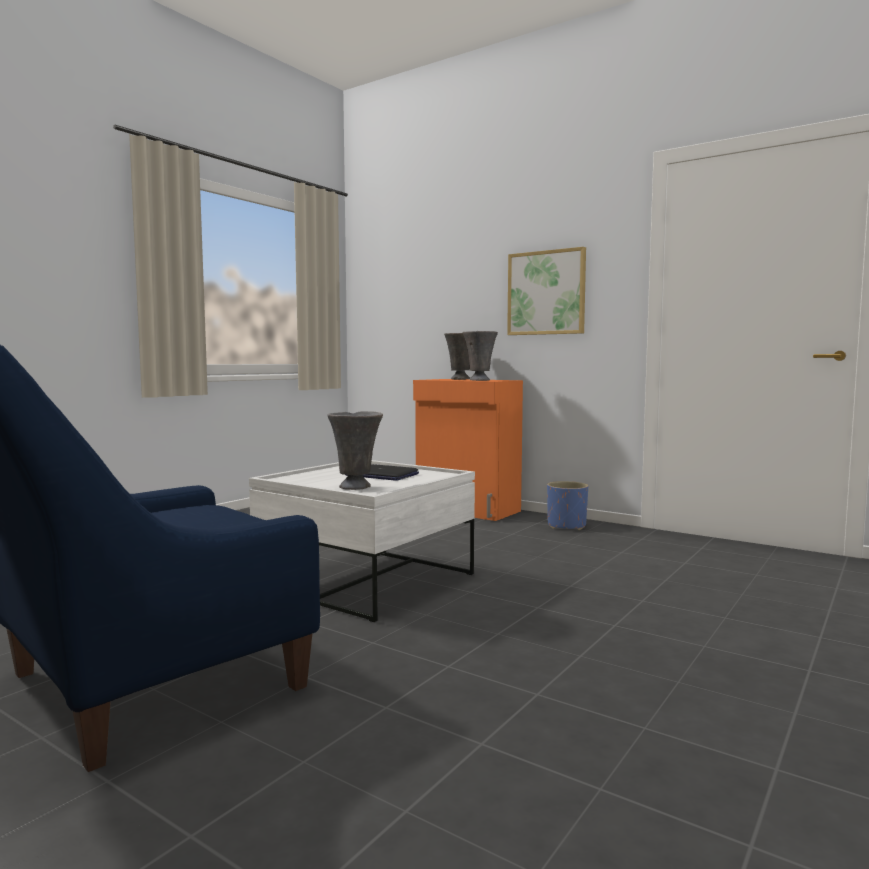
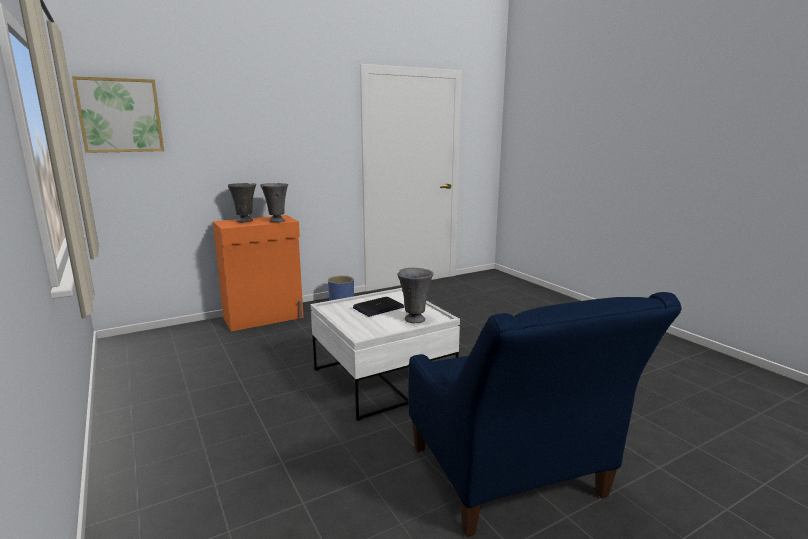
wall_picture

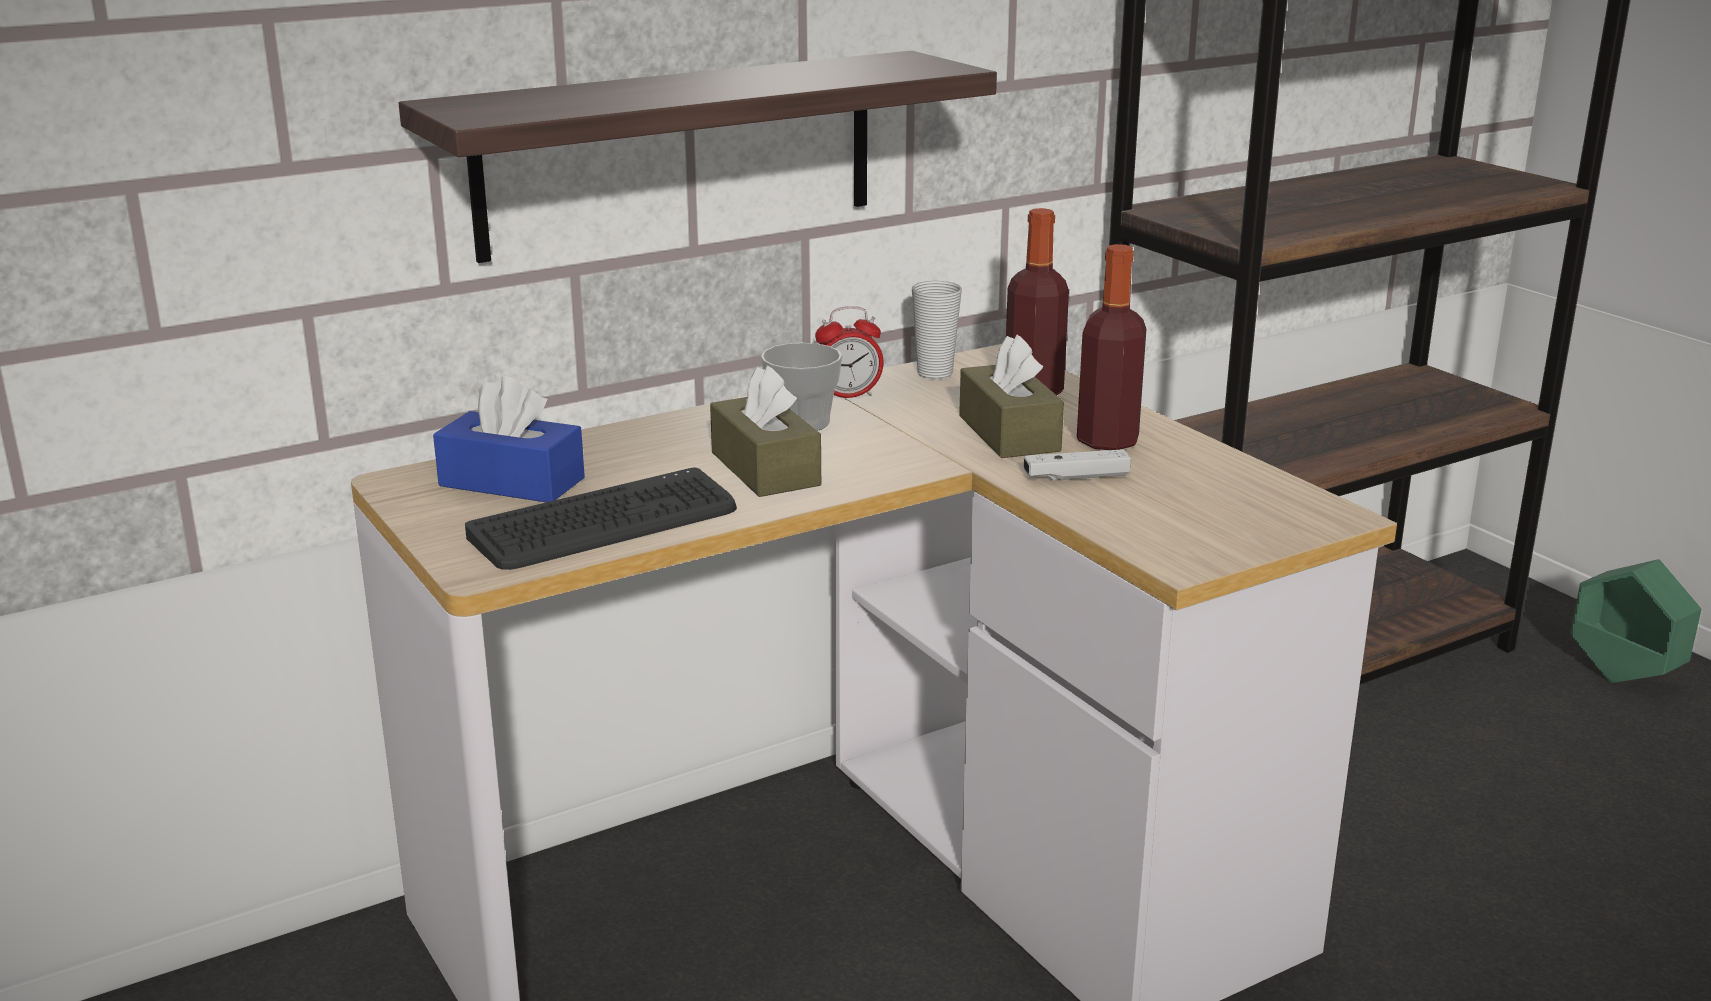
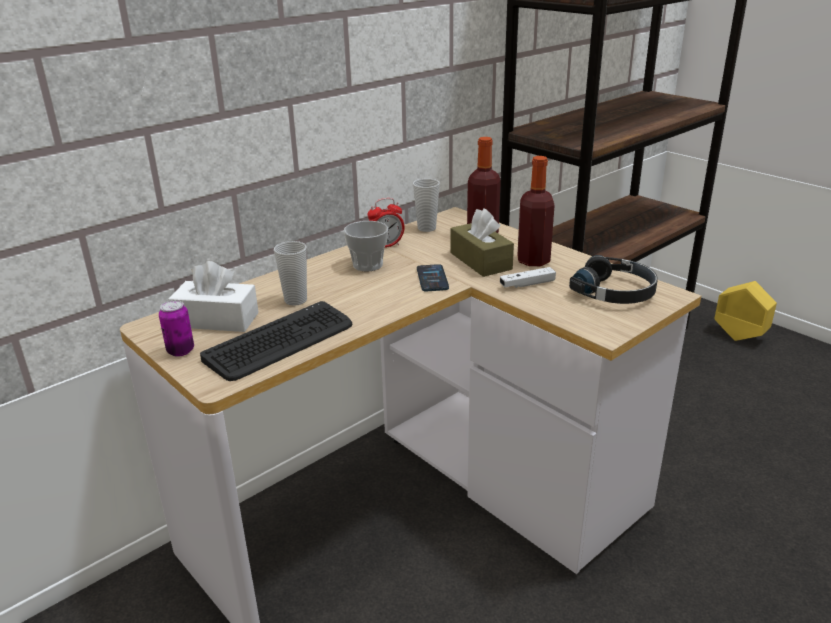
wall_shelf
brown-coloured_tissue_box (1st from left in the first image)
whitish_tissue_box
yellow-coloured_plant_pot
drinking_cup (1st from left)
black_headset
handset
can

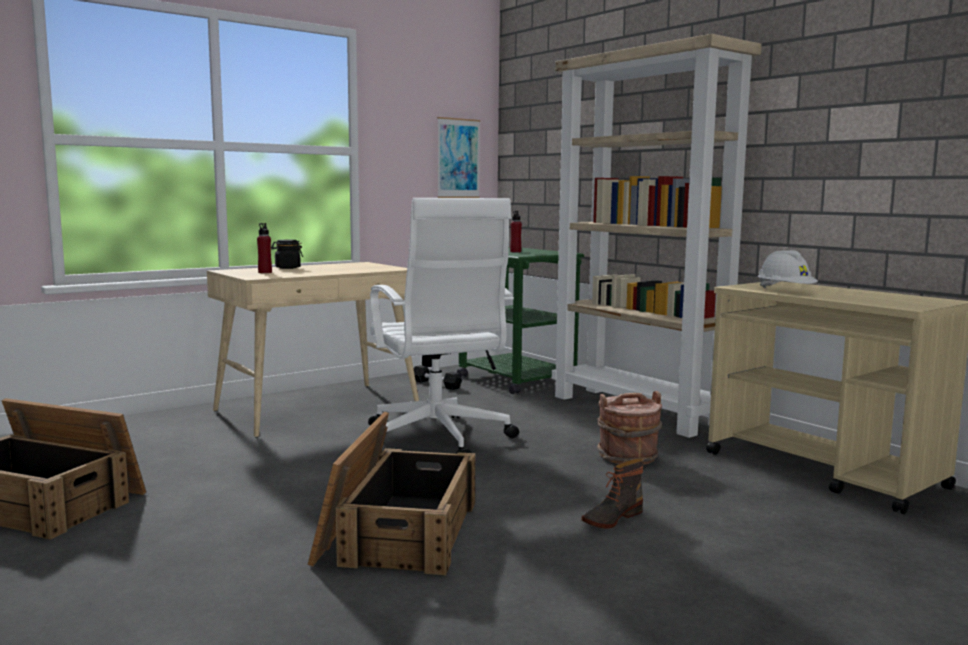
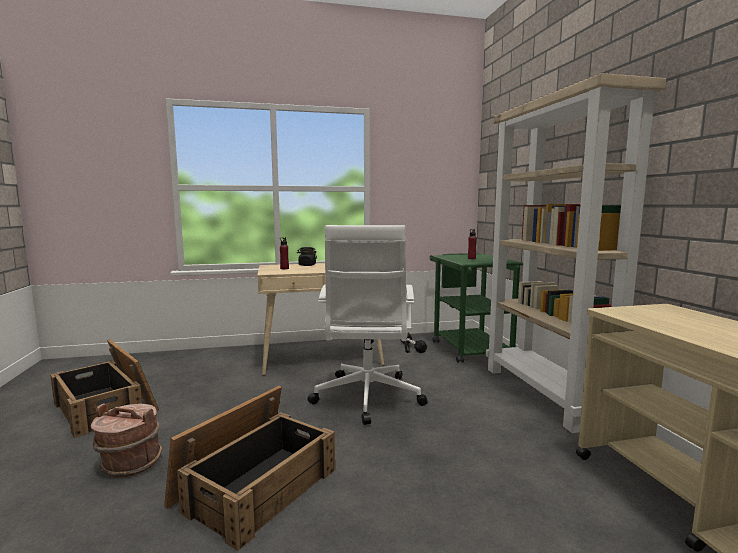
wall_picture
whitish_safety_helmet
brown-coloured_bucket
high-top_boot

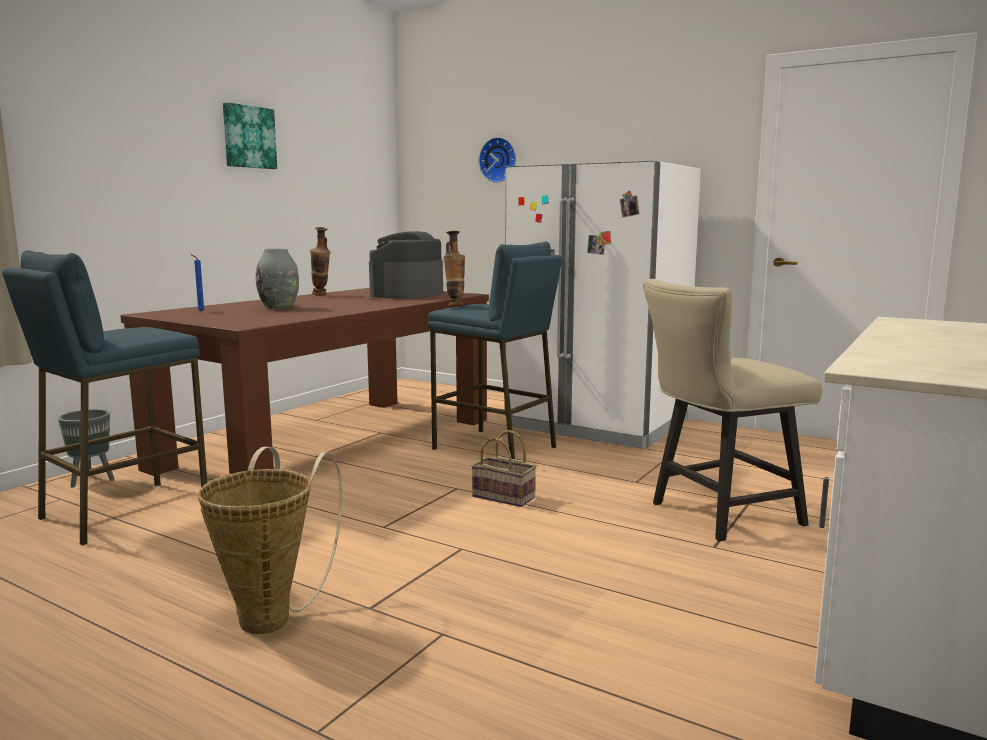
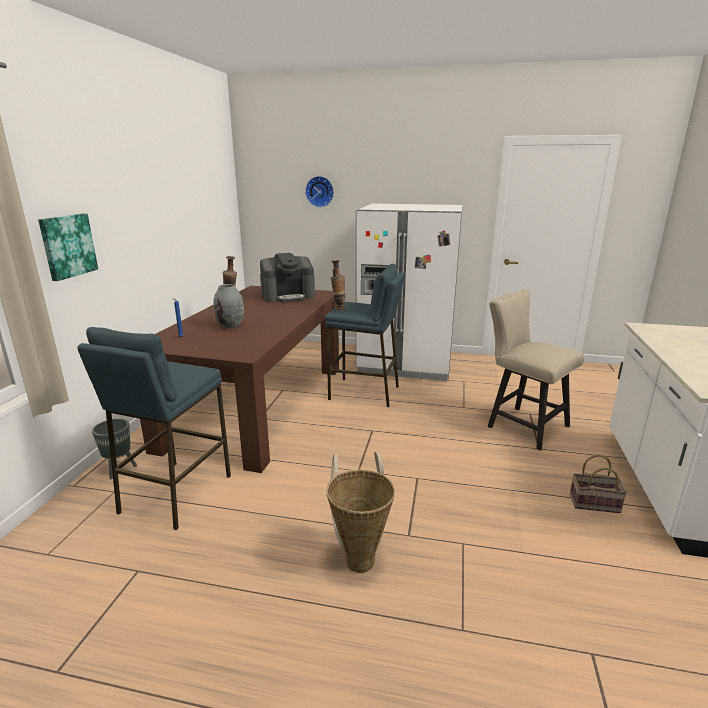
wall_picture
coffee_maker
beige-coloured_plain_chair
storage_basket (2nd from left)

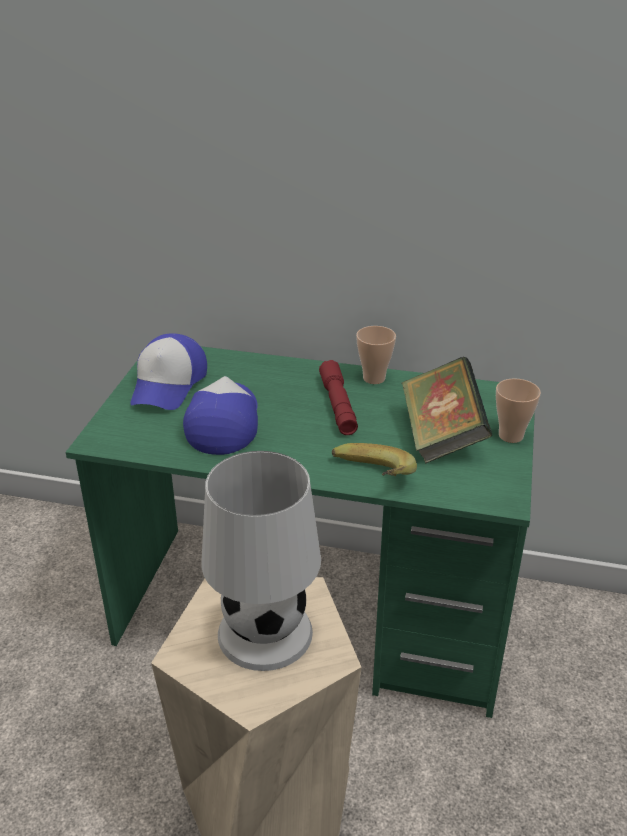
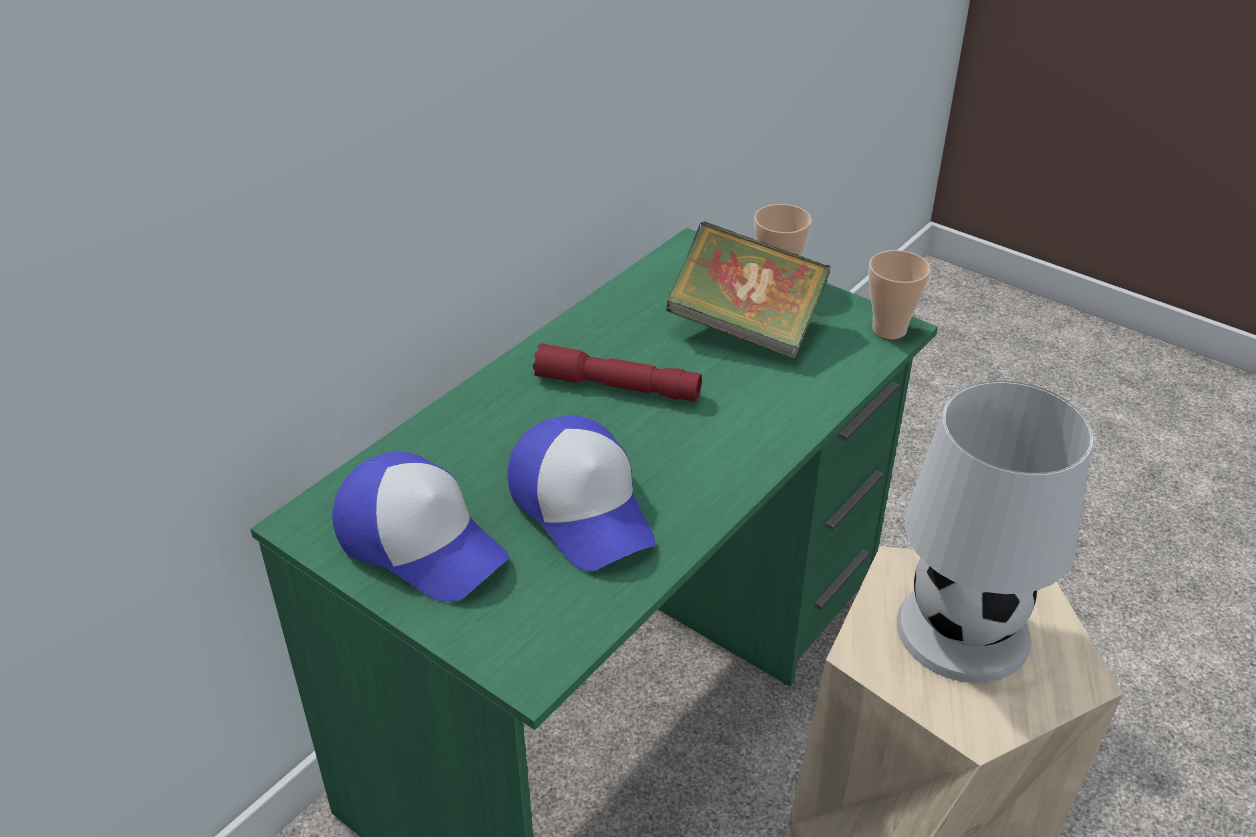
drinking_cup (2nd from left)
cap (2nd from left)
banana

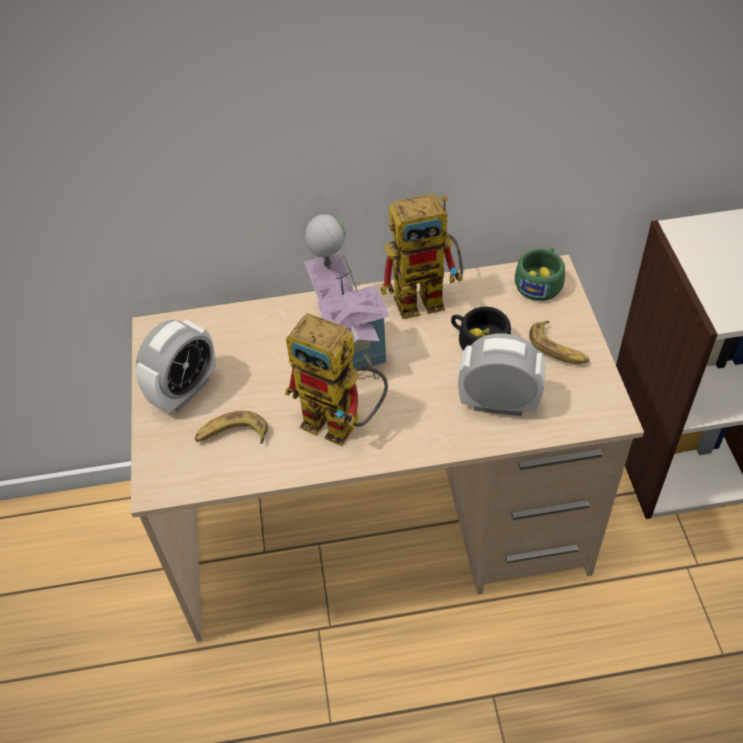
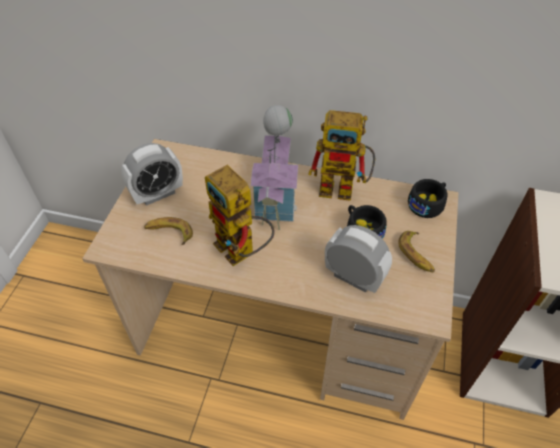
black_drinking_cup (2nd from left)

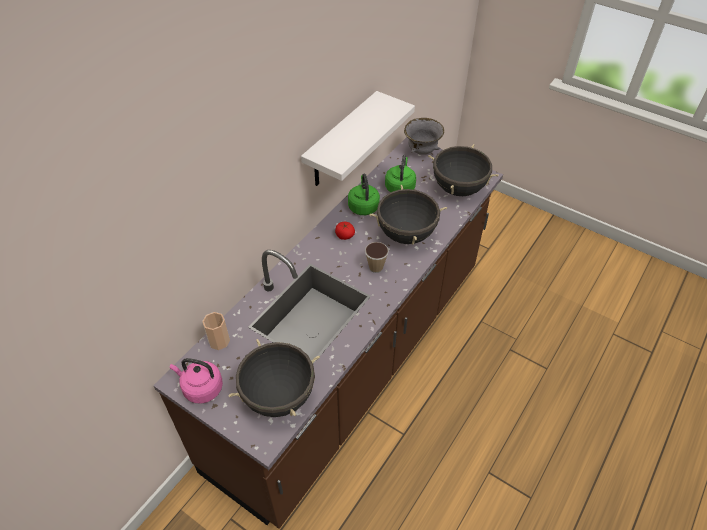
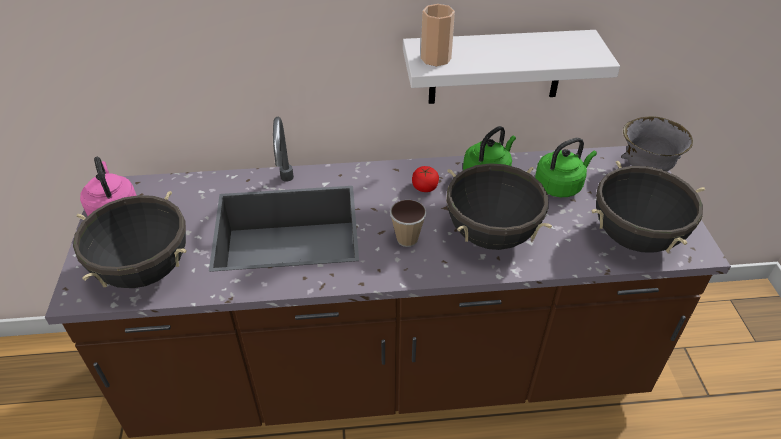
drinking_cup (2nd from left)

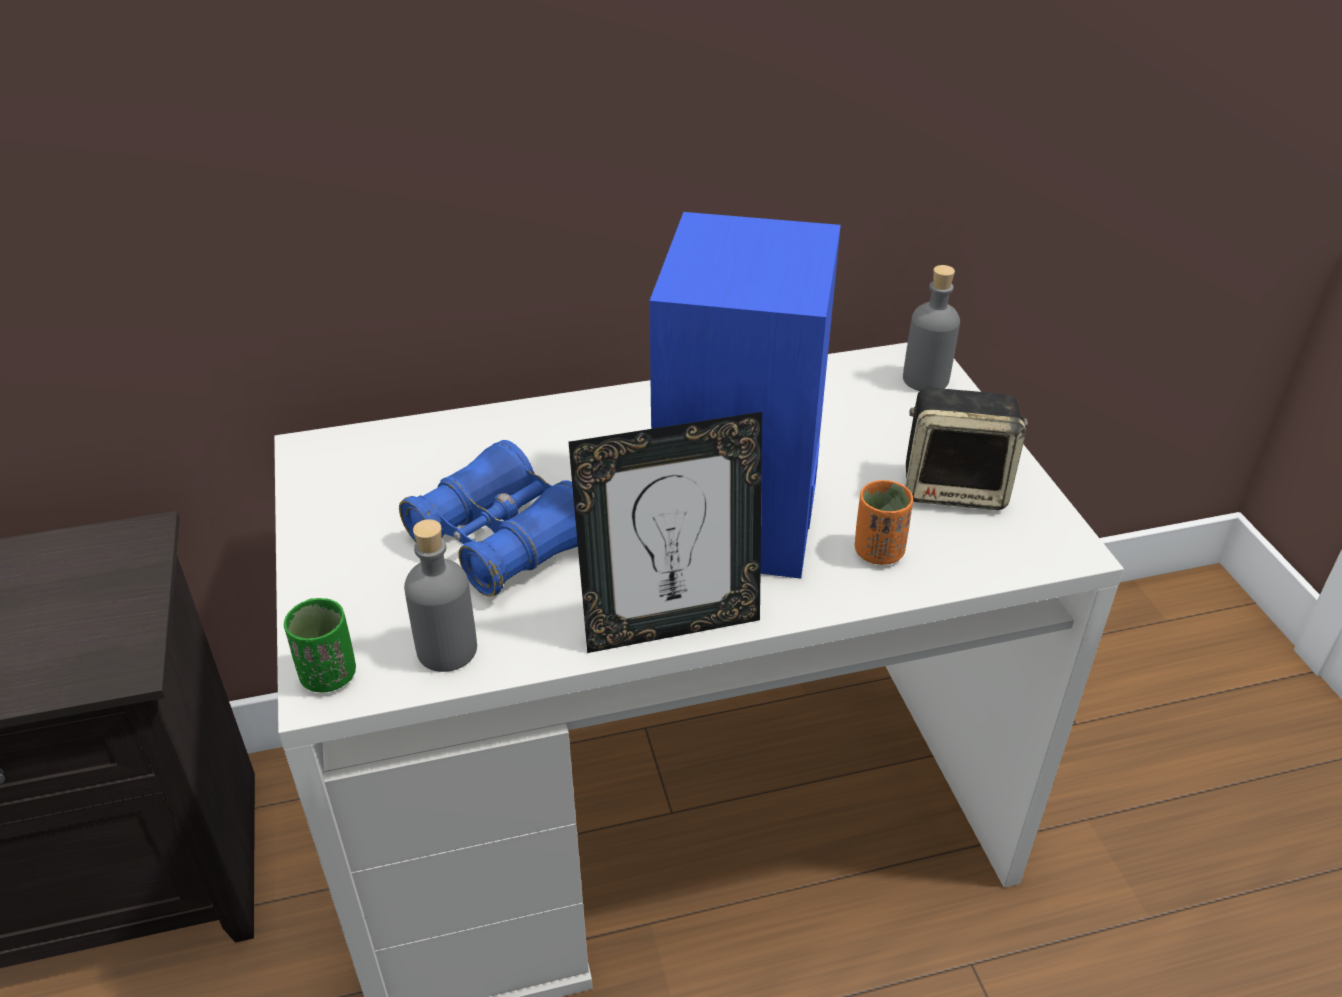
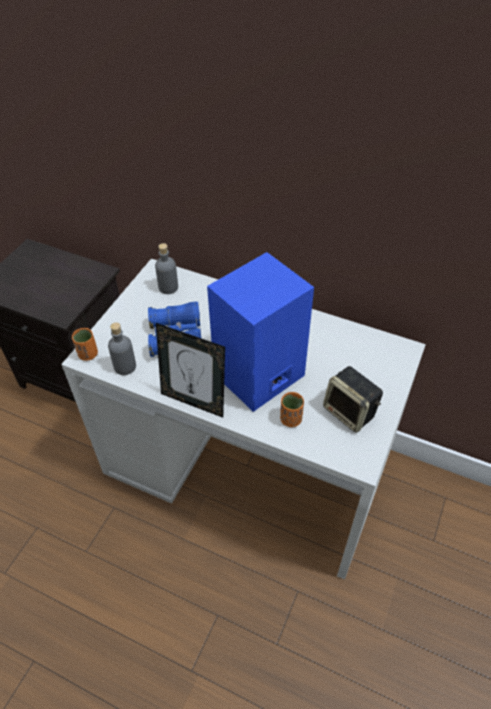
gray_bottle (2nd from left)
orange-coloured_drinking_cup (1st from left)

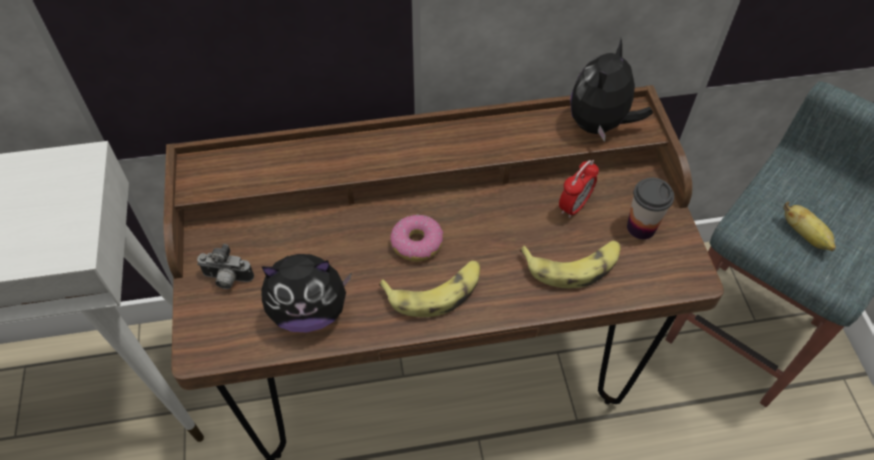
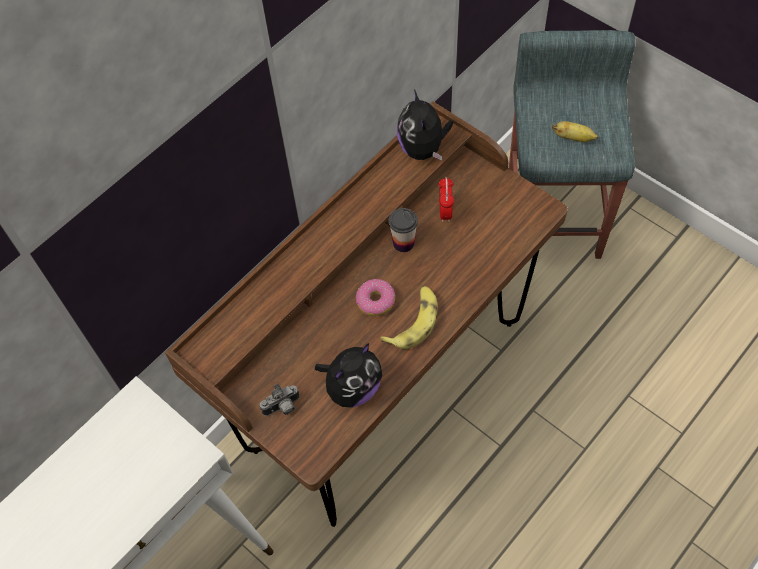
drinking_cup
banana (2nd from left in the first image)

